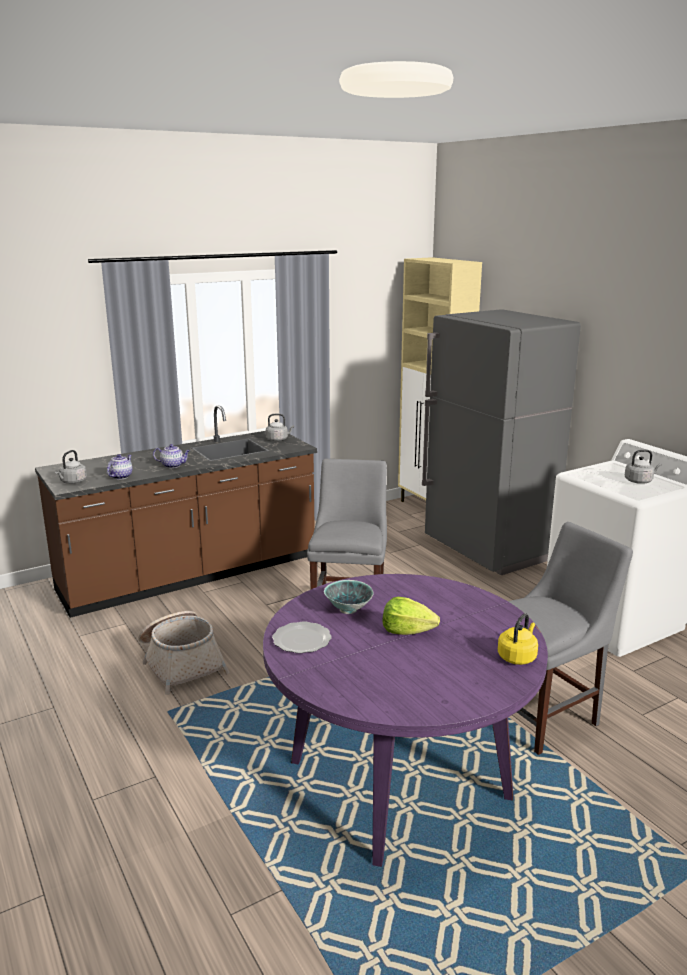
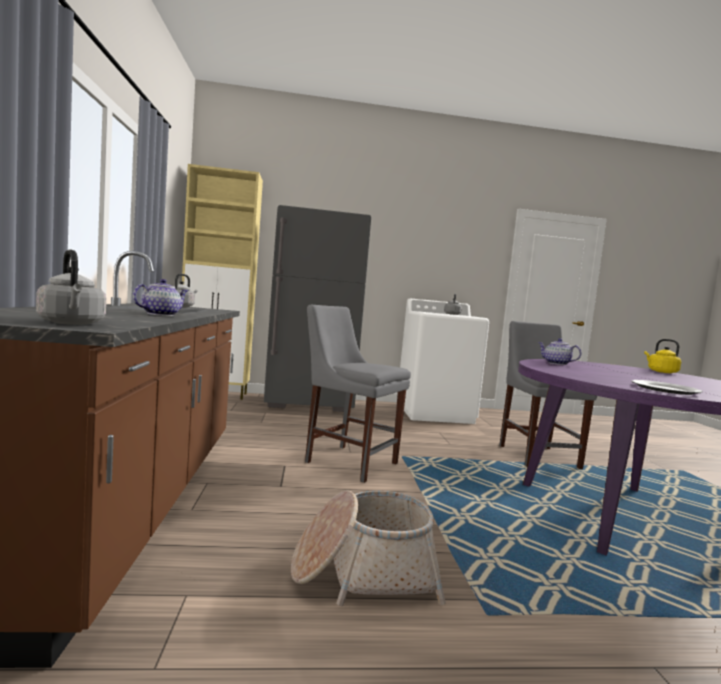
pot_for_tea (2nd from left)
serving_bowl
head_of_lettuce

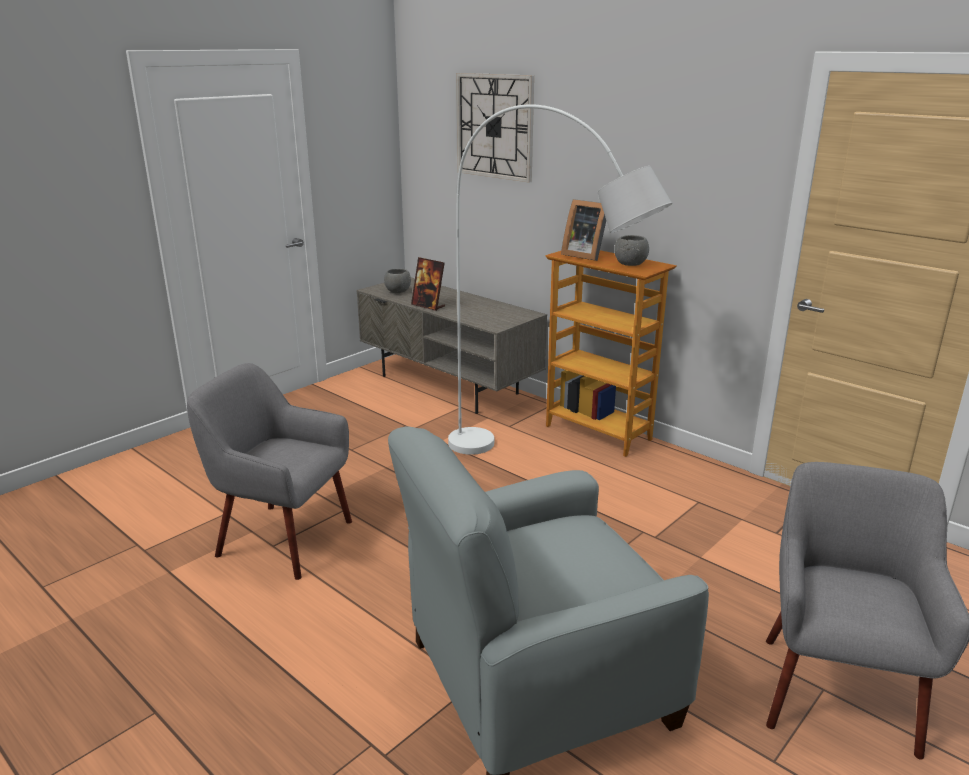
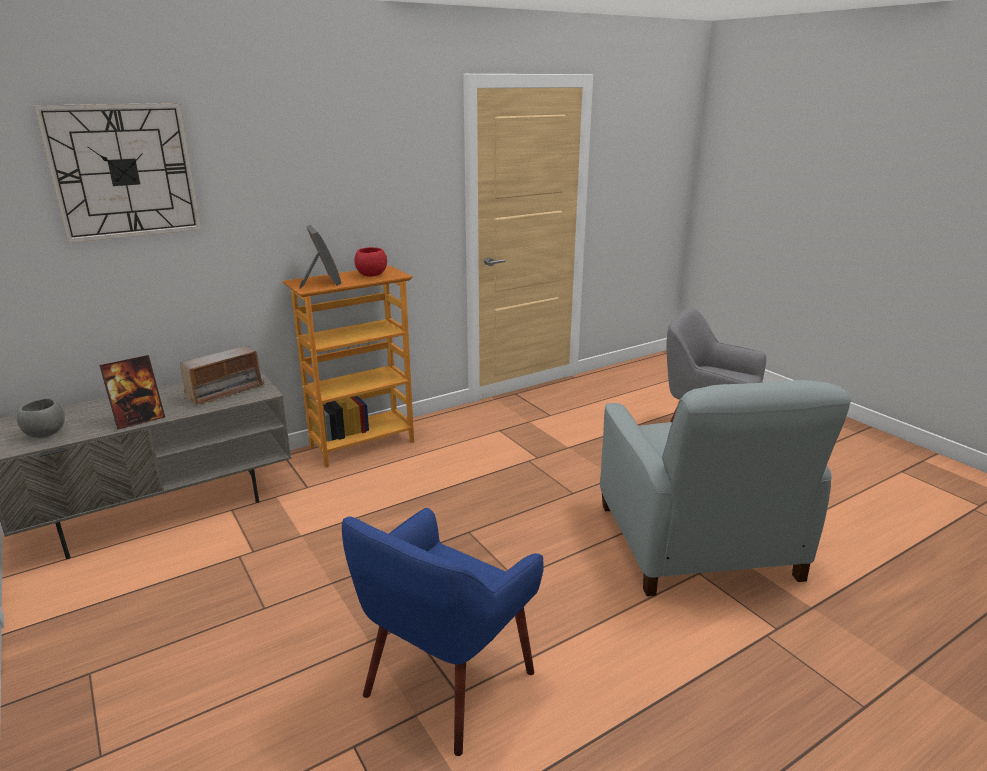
whitish_floor_lamp
photo_frame (2nd from left)
red-coloured_serving_bowl
blue-coloured_lounge_chair
radio_set

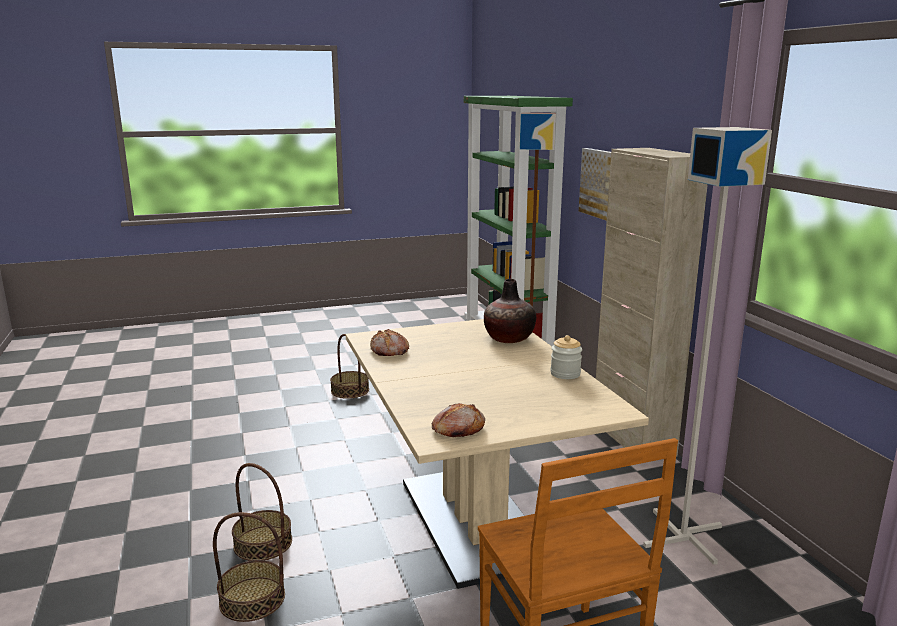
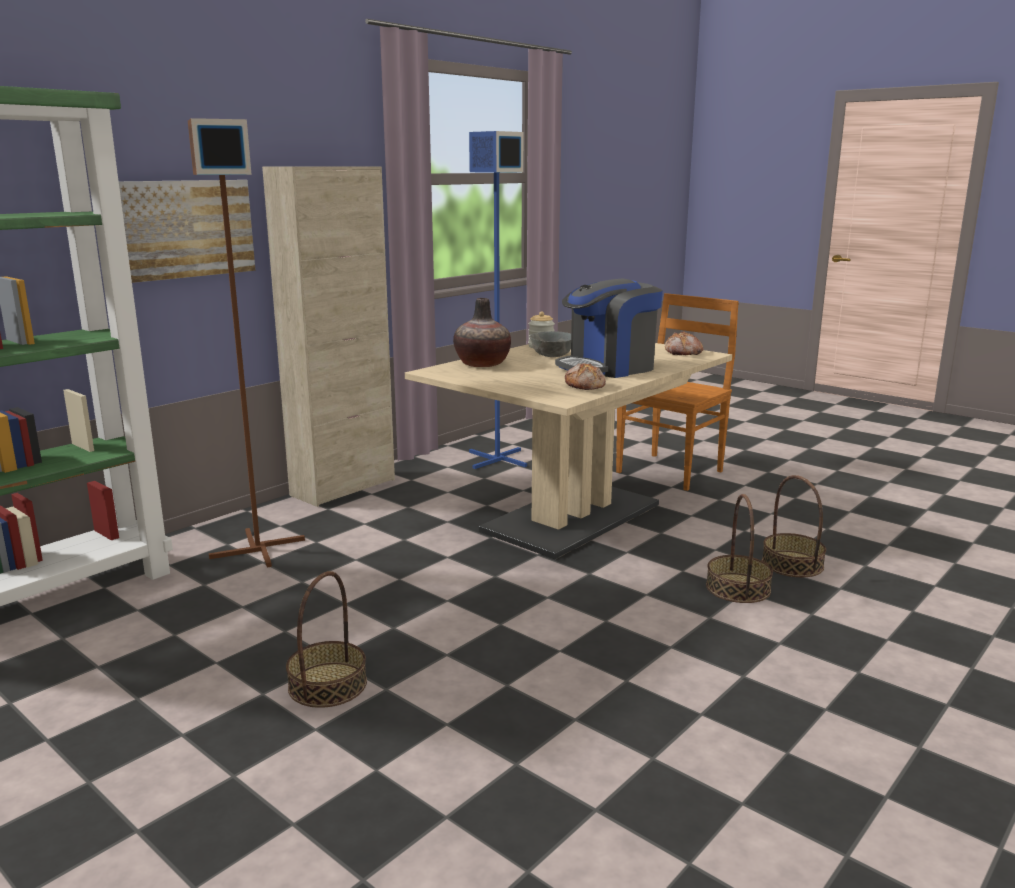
blue-coloured_floor_lamp
coffee_maker
gray_serving_bowl

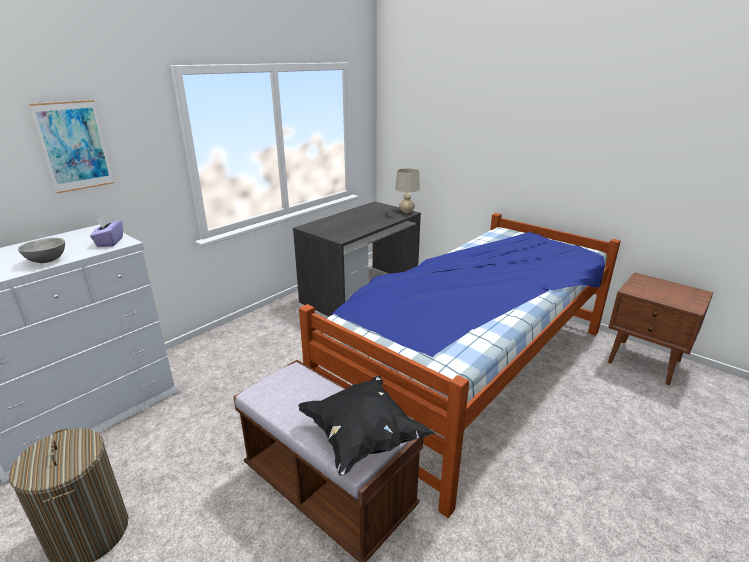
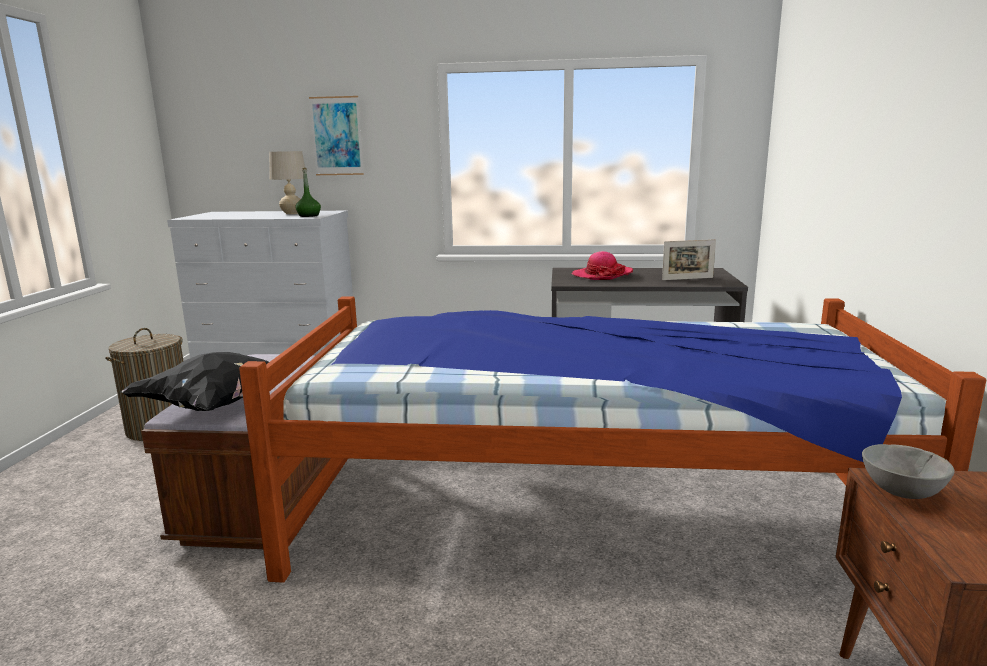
beige-coloured_lamp_for_a_table
greenish_bottle
gray_serving_bowl
photo_frame
wearable_hat

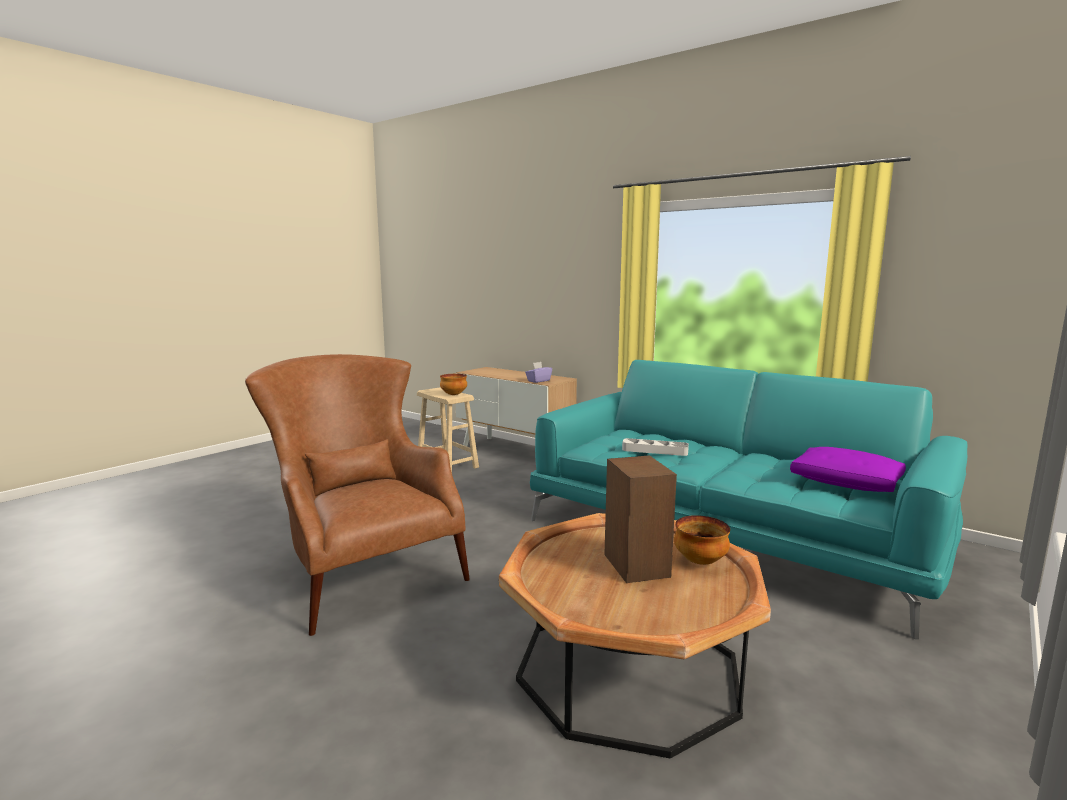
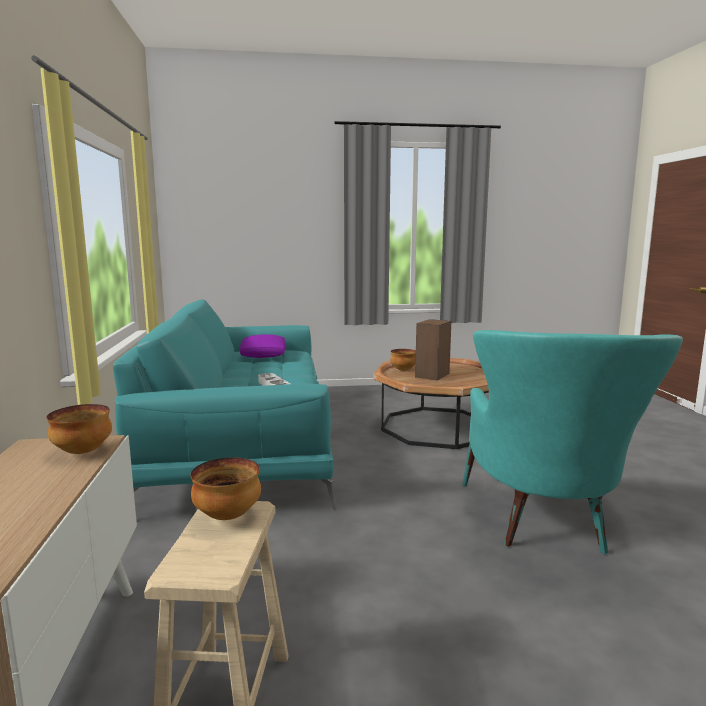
blue-green_lounge_chair
serving_bowl (1st from left)

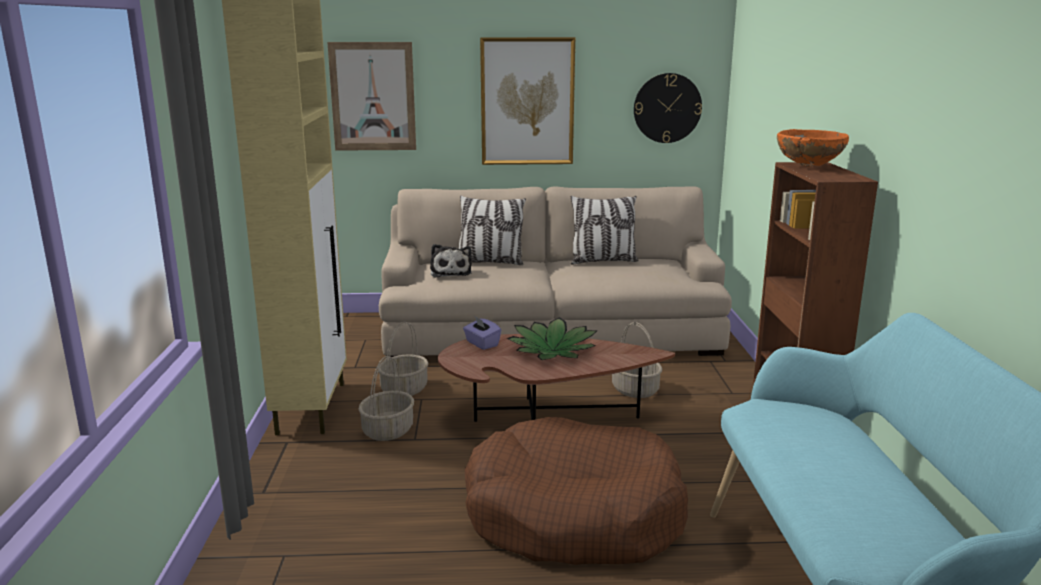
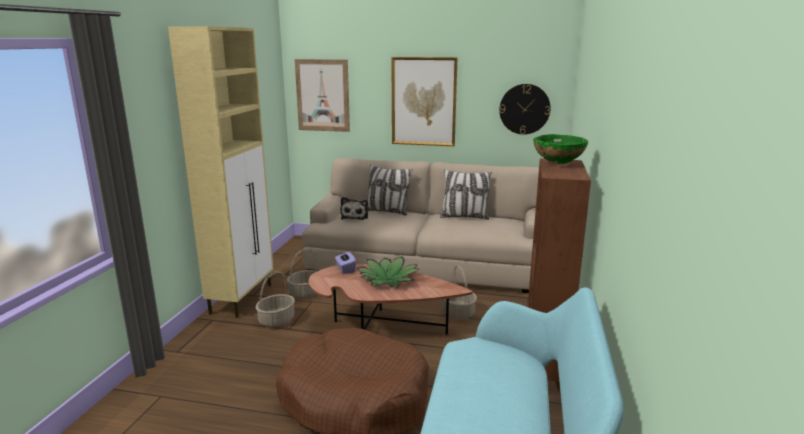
greenish_serving_bowl

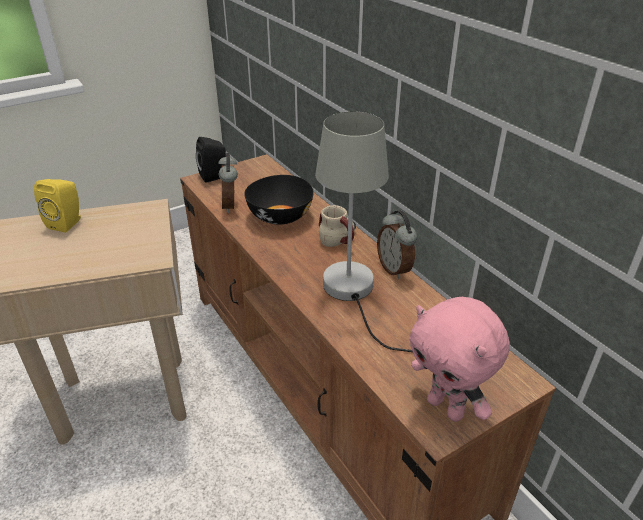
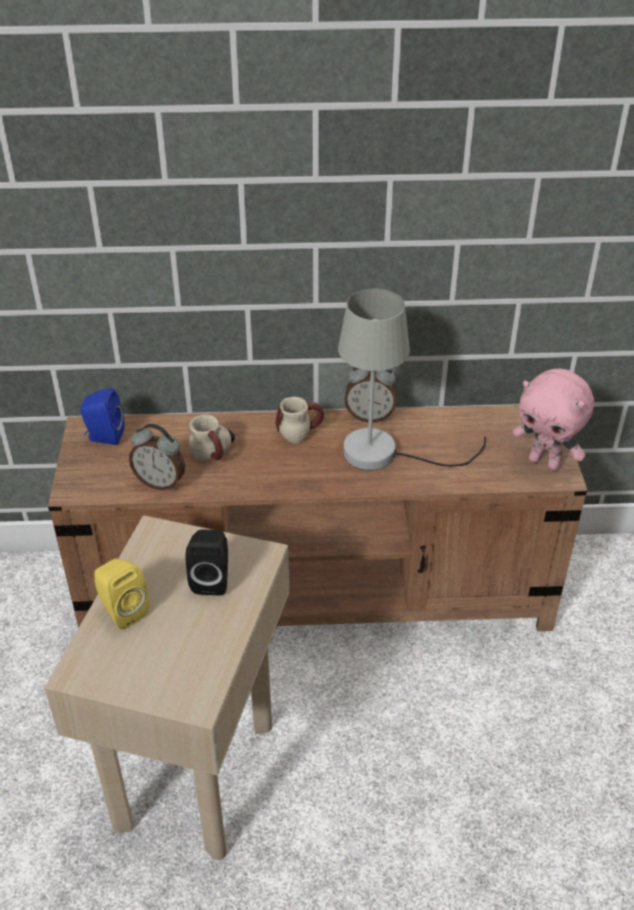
black_speaker
coffee_mug (1st from left)
pink_plush_toy
blue-coloured_speaker

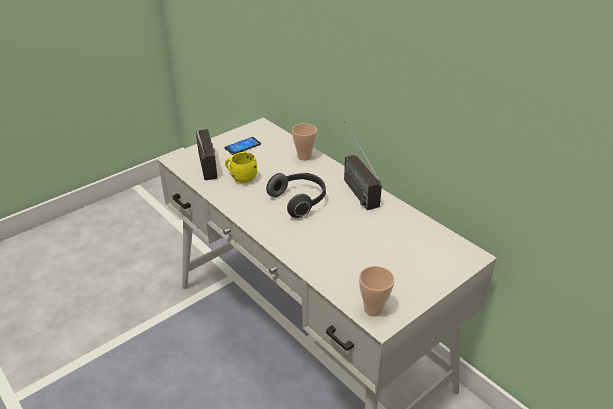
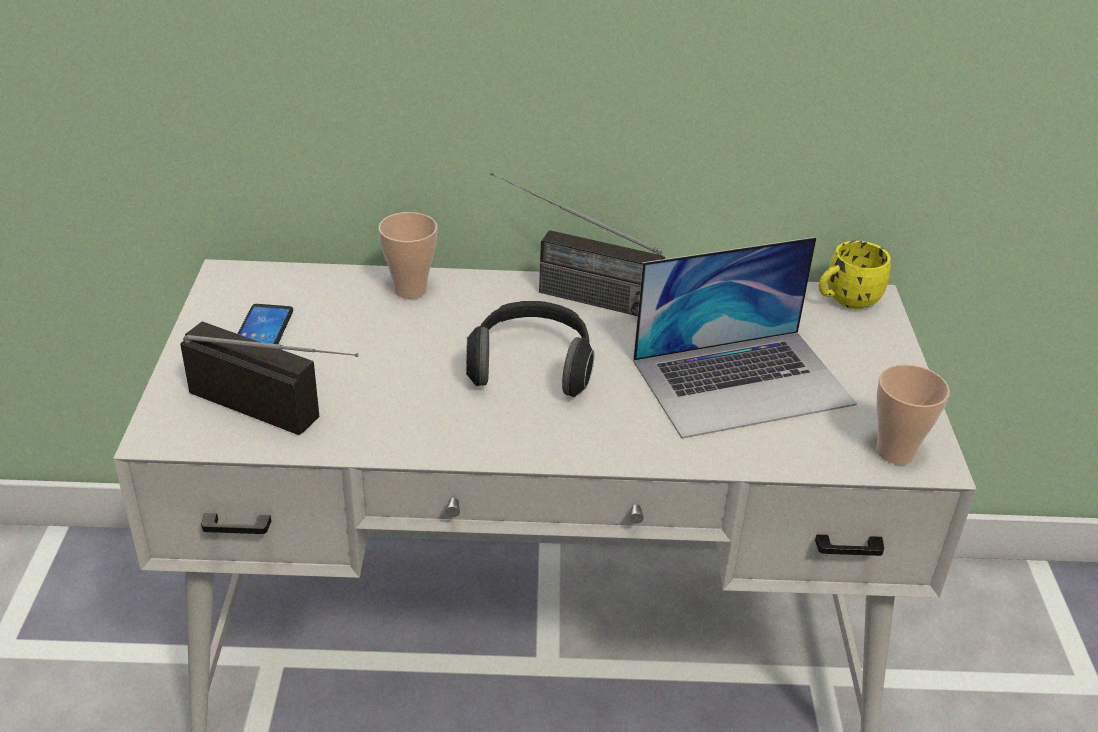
yellow-coloured_coffee_mug
notebook_computer

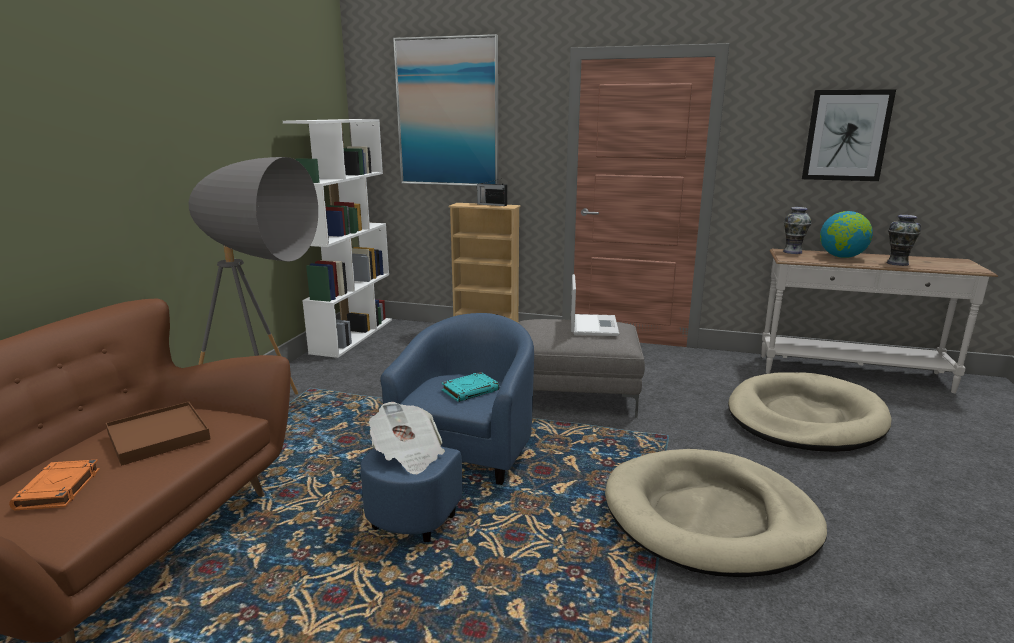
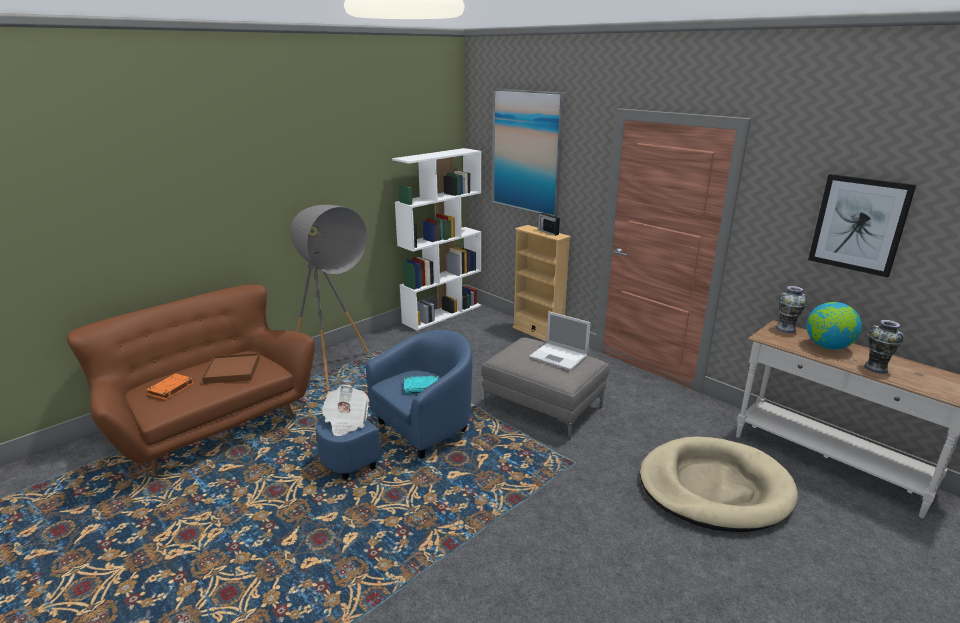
notebook_computer
beige-coloured_dog_cushion (1st from left in the first image)

